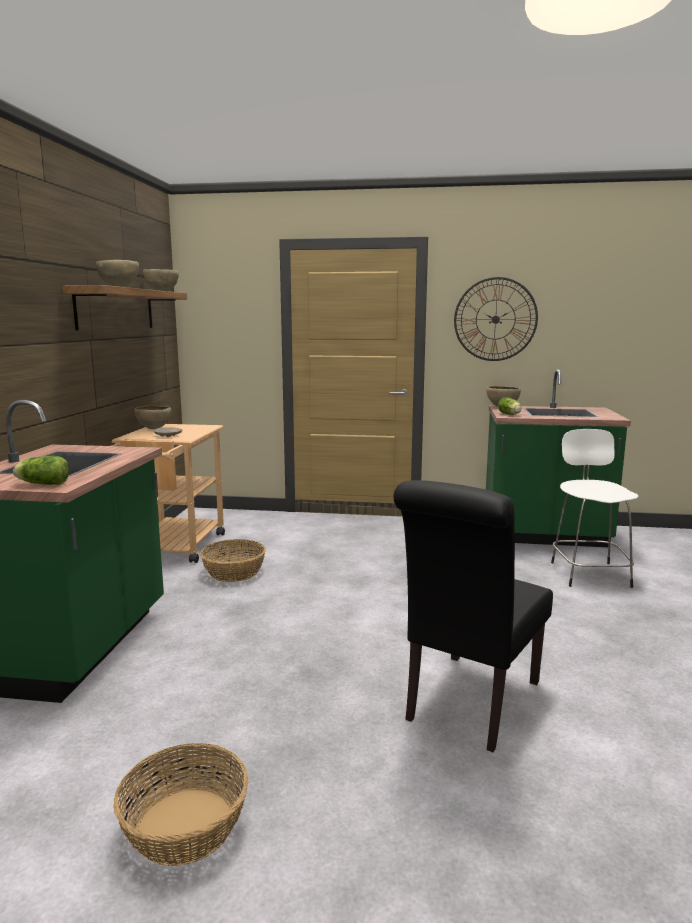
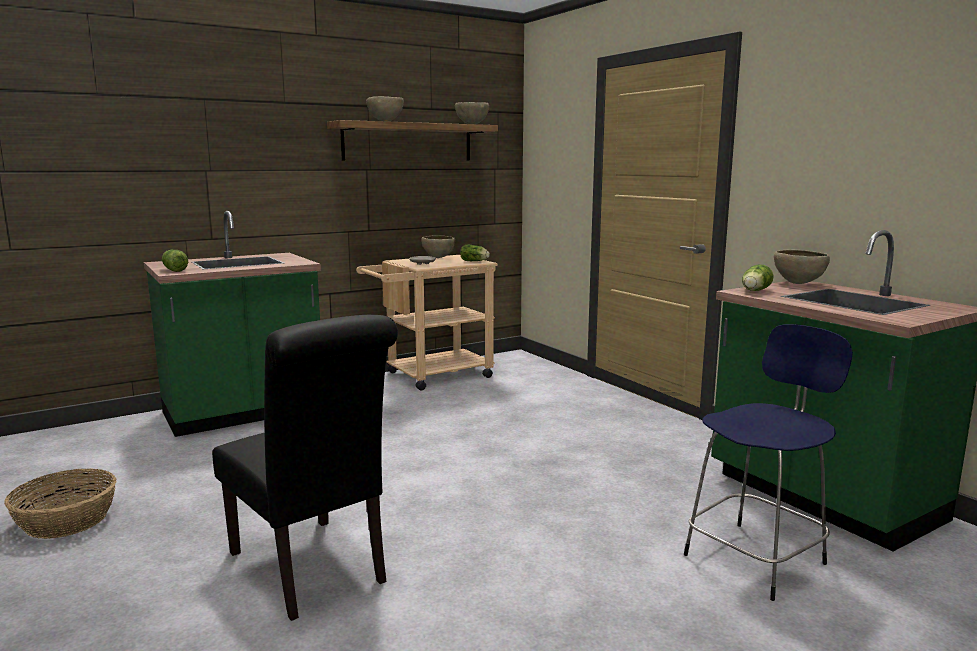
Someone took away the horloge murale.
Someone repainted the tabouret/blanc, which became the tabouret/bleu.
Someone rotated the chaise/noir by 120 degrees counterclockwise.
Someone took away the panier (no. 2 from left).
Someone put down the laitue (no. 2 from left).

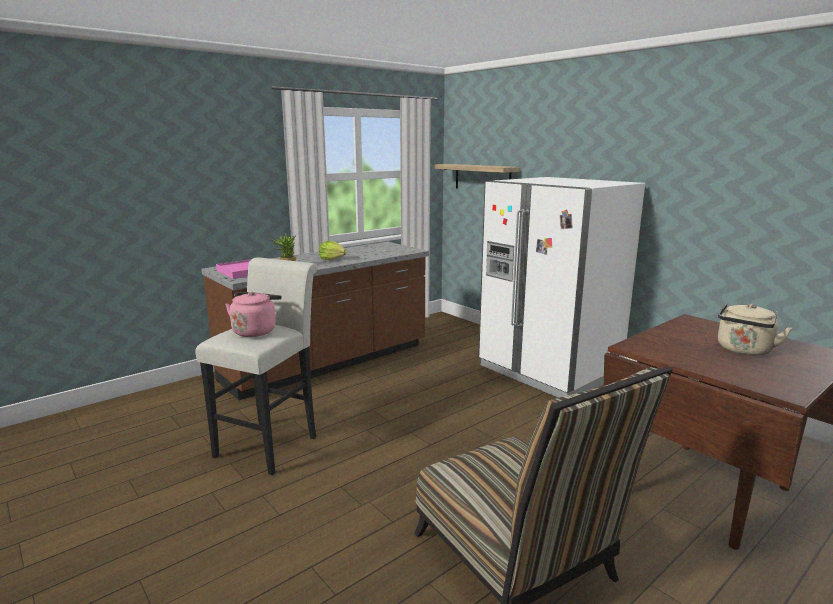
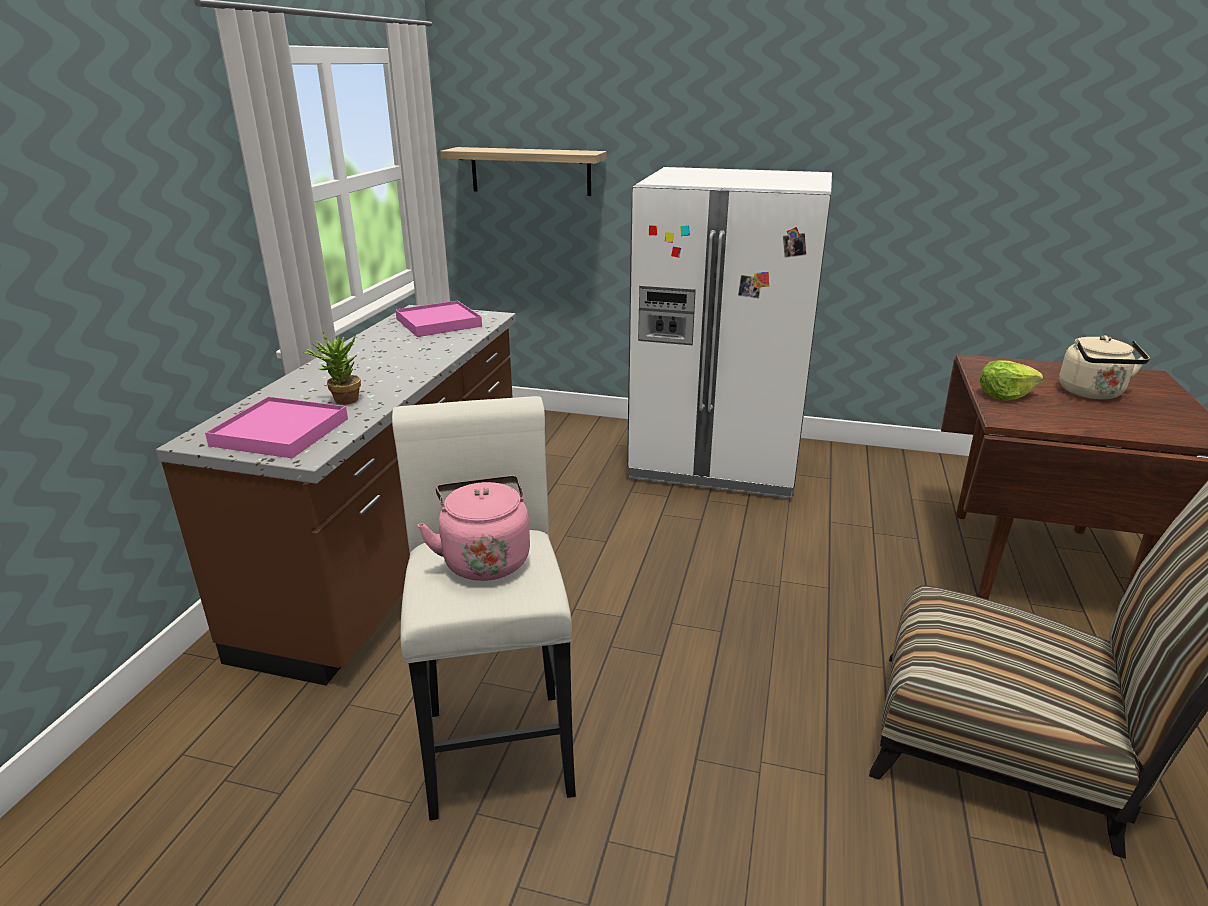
Someone carried the laitue.
Someone put down the plateau/rose (no. 2 from left).

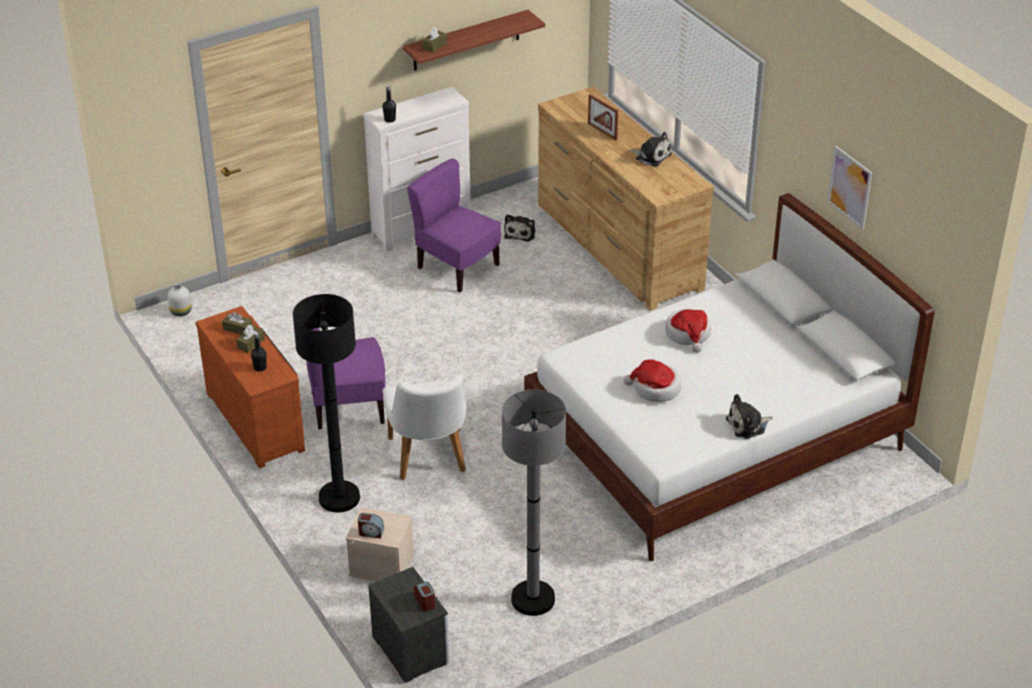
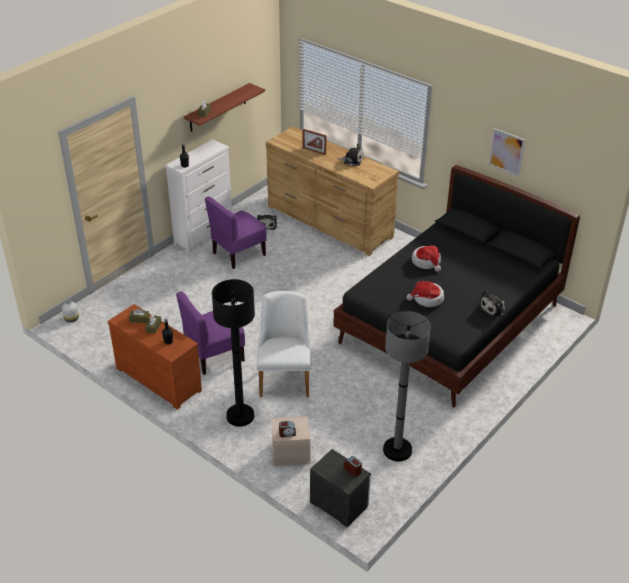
Someone rotated the chaise/violet (no. 2 from left) by 60 degrees counterclockwise.
Someone repainted the lit/blanc, which became the lit/noir.
Someone rotated the chaise/blanc by 150 degrees counterclockwise.

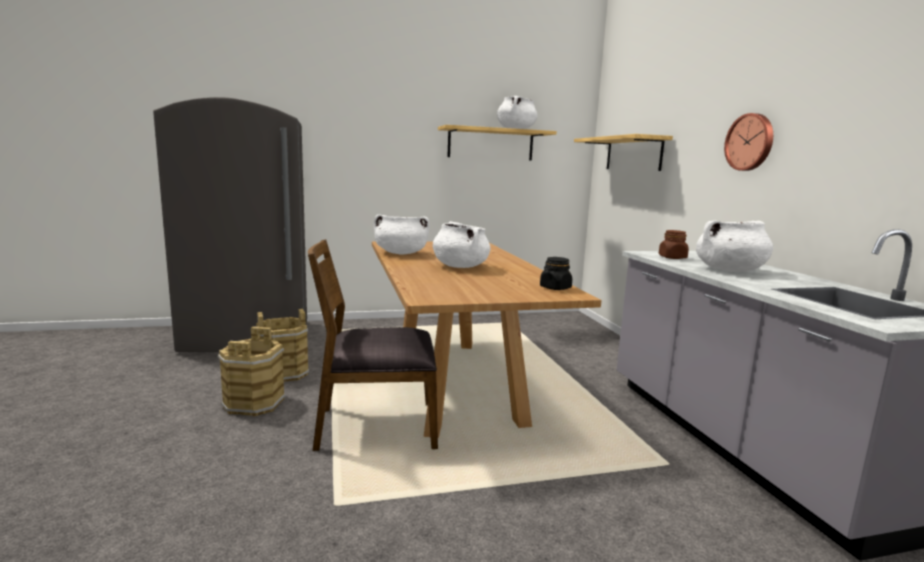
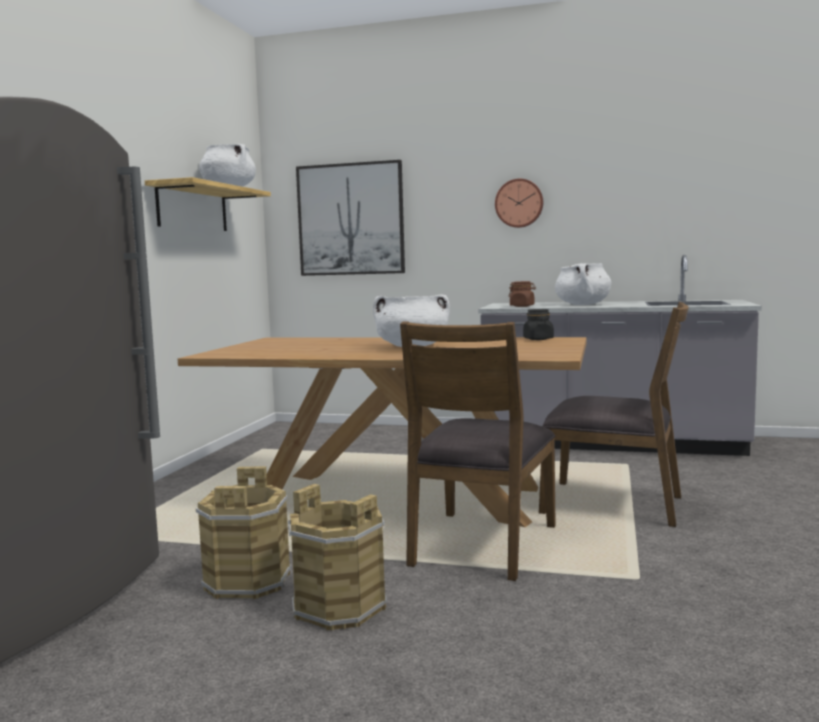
Someone swapped the étagère (no. 2 from left) for the tableau.
Someone took away the marmite/blanc (no. 1 from left).
Someone put down the chaise/marron (no. 2 from left).

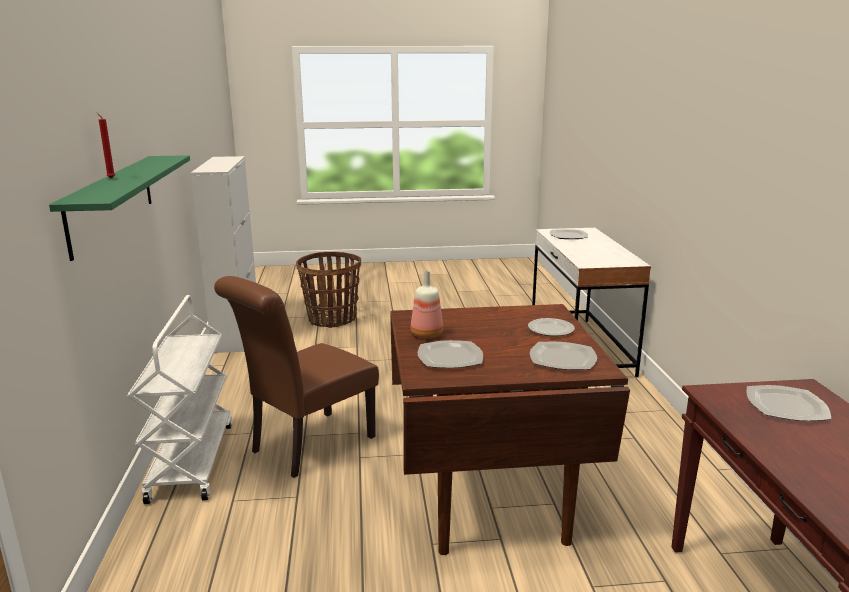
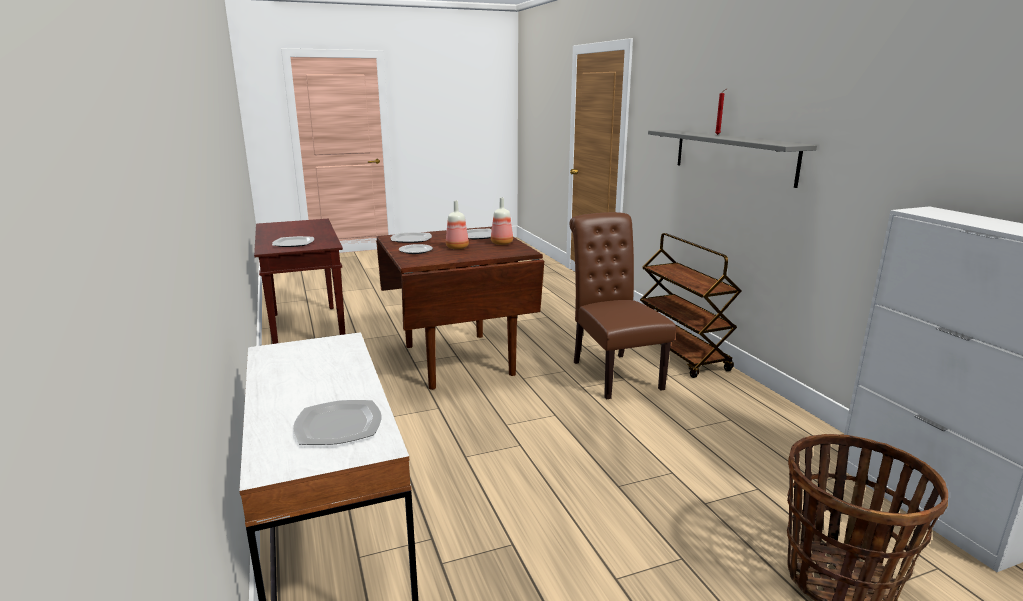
Someone repainted the étagère/vert, which became the étagère/gris.
Someone rotated the chaise/marron by 45 degrees counterclockwise.
Someone repainted the chariot/blanc, which became the chariot/marron.
Someone put down the bouteille (no. 1 from left).

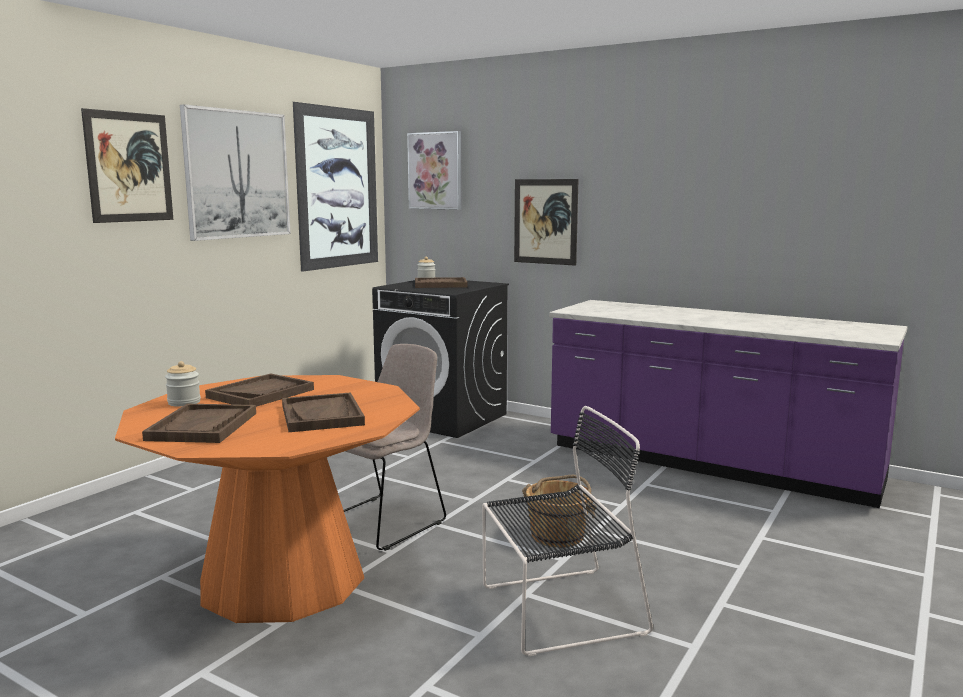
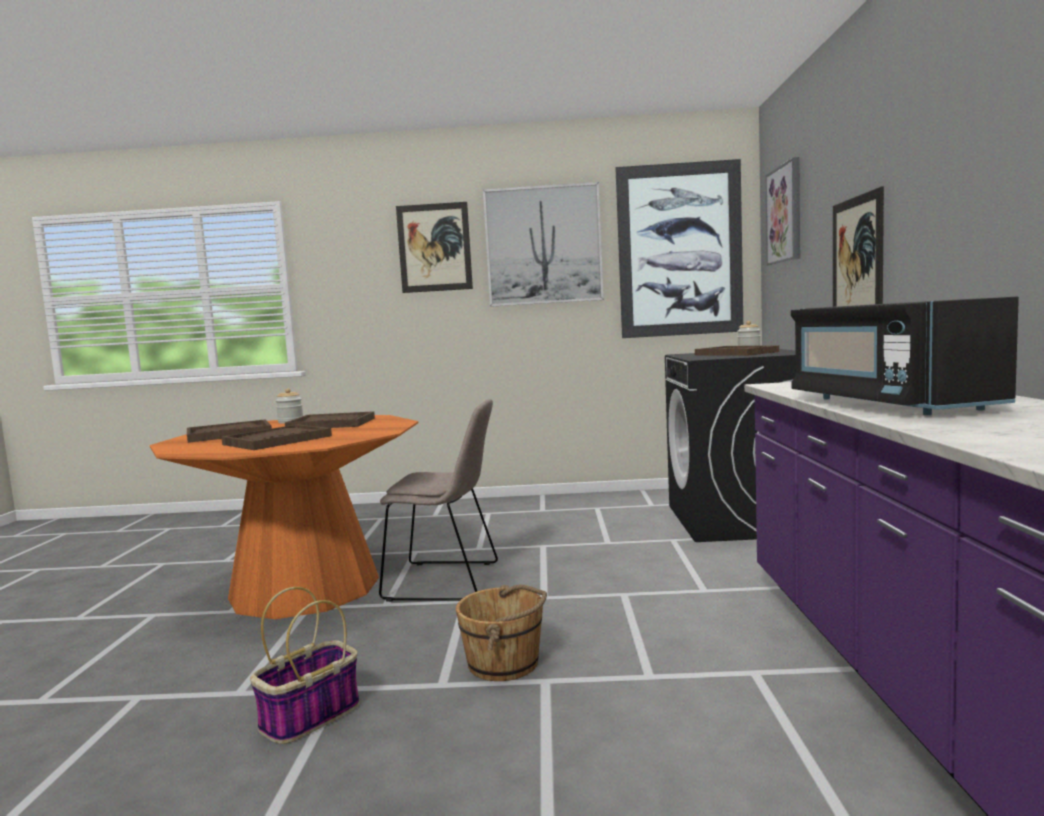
Someone swapped the chaise/noir for the panier.
Someone put down the micro-ondes/noir.

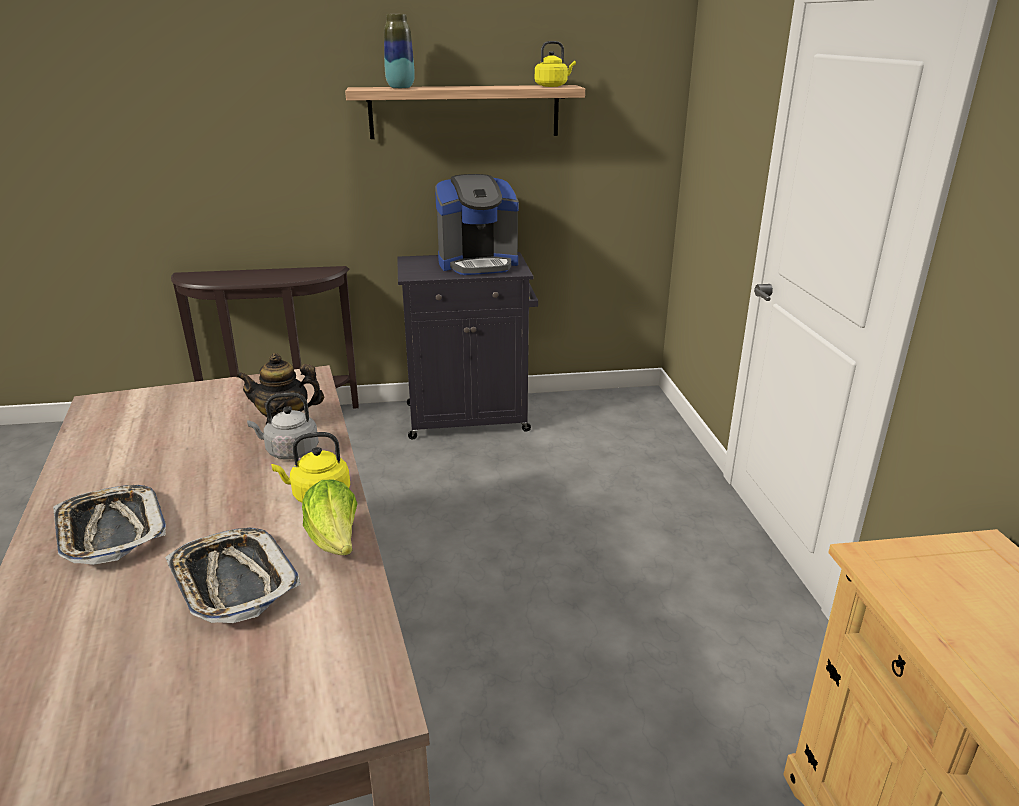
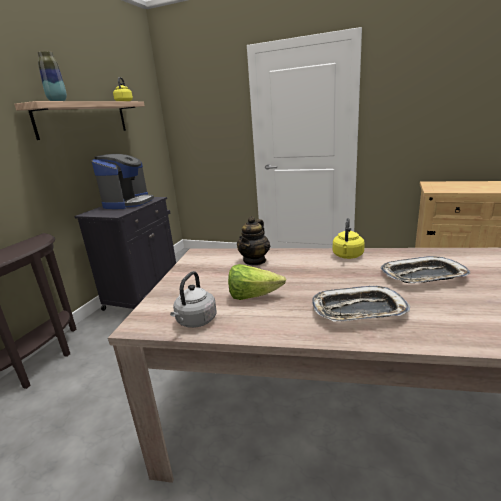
Someone carried the bouilloire/gris.
Someone carried the laitue.

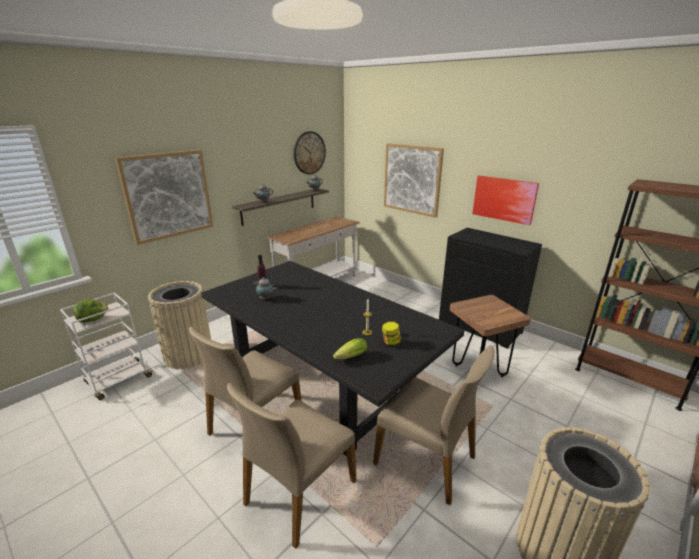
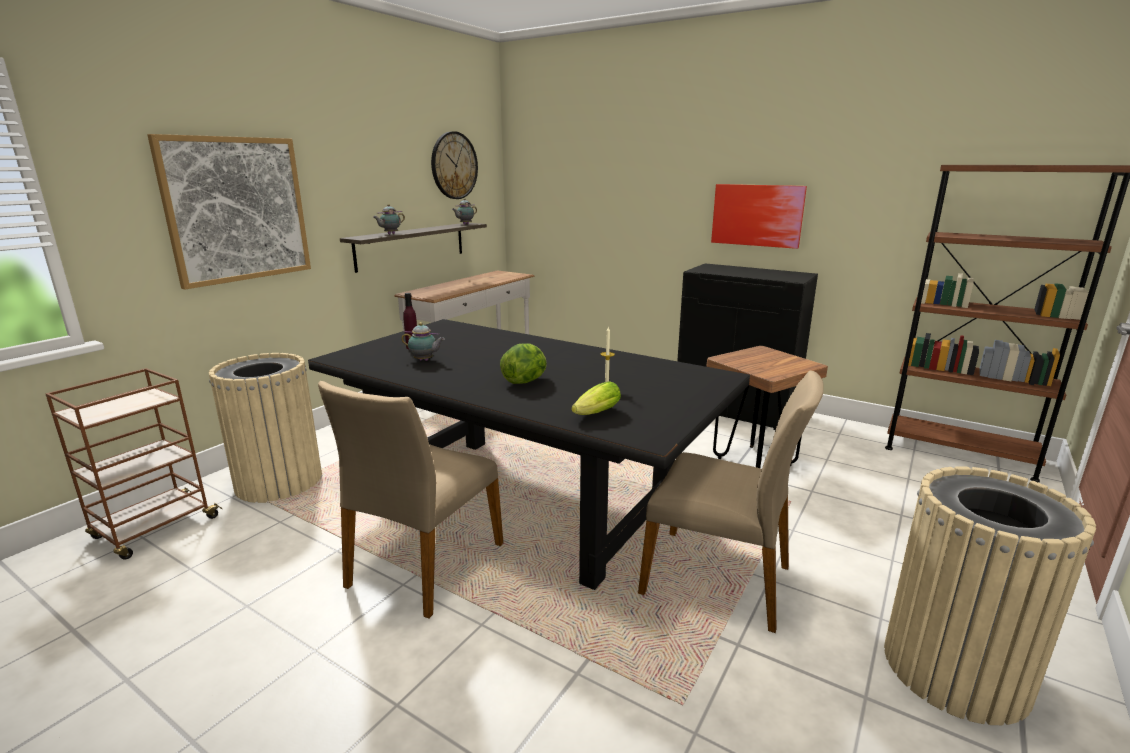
Someone took away the tableau (no. 2 from left).
Someone repainted the chariot/blanc, which became the chariot/marron.
Someone carried the laitue (no. 1 from left).
Someone took away the bocal.
Someone took away the chaise/beige (no. 2 from left).

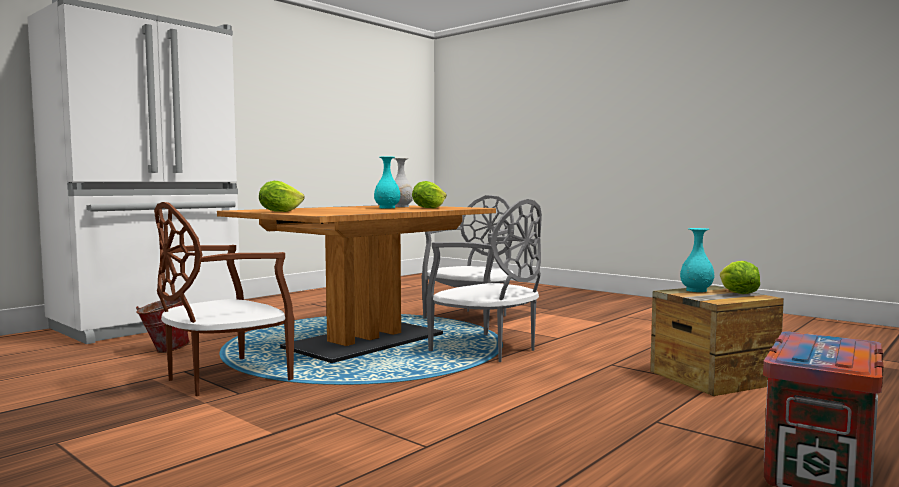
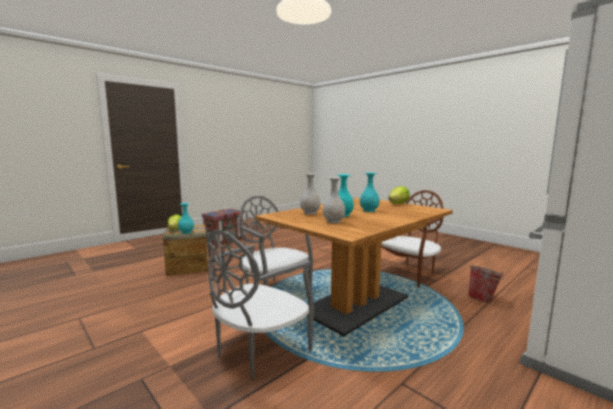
Someone swapped the laitue (no. 2 from left) for the vase/blanc (no. 1 from left).
Someone put down the vase/turquoise (no. 3 from left).

